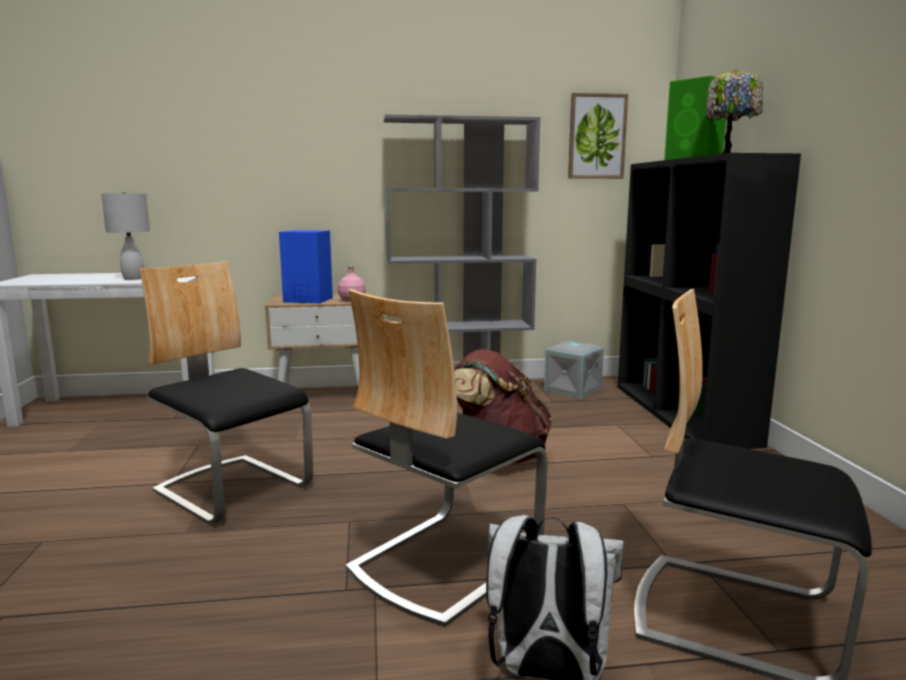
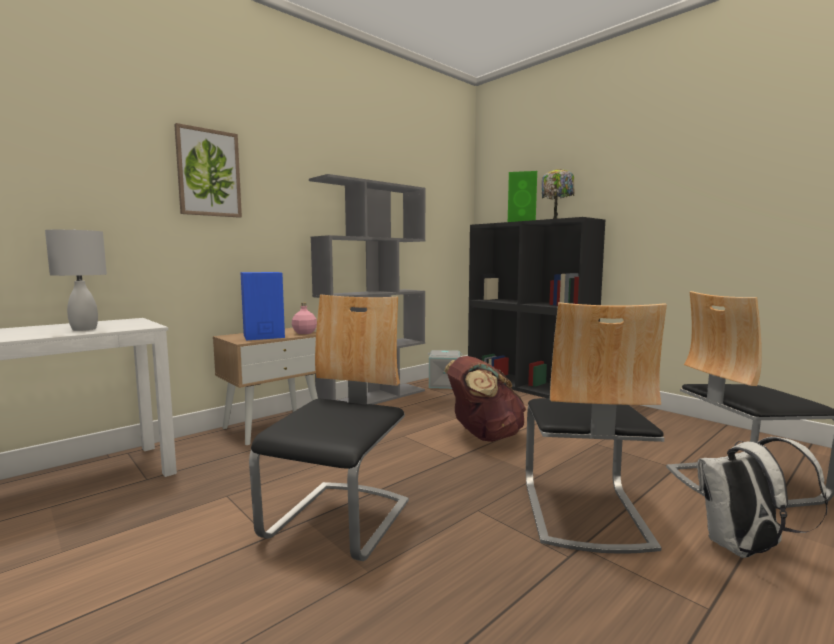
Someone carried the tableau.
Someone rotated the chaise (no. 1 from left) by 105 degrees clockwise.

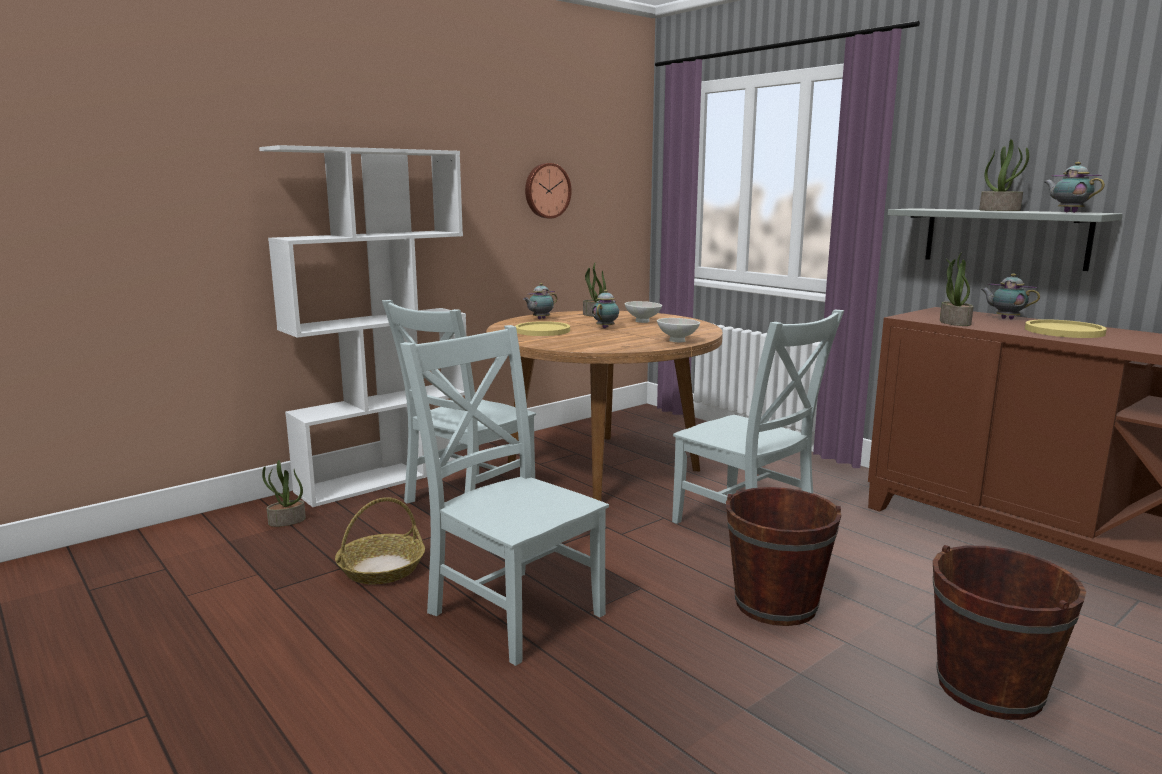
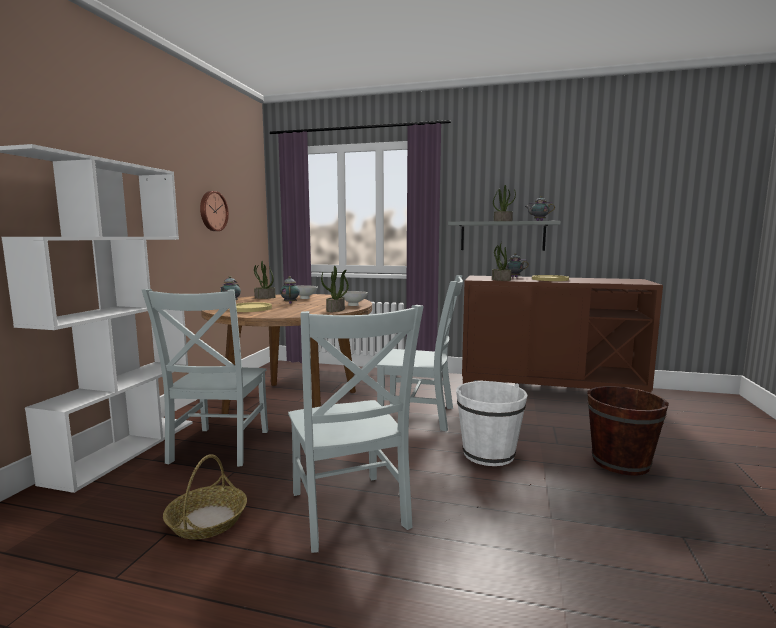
Someone rotated the chaise/gris (no. 2 from left) by 120 degrees counterclockwise.
Someone carried the plante en pot (no. 1 from left in the first image).
Someone repainted the seau/marron (no. 1 from left), which became the seau/blanc.

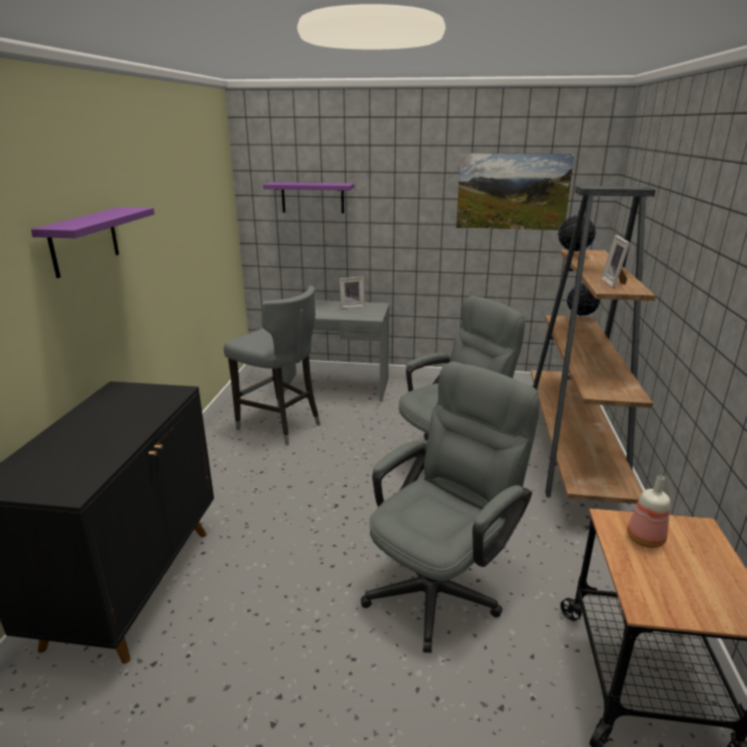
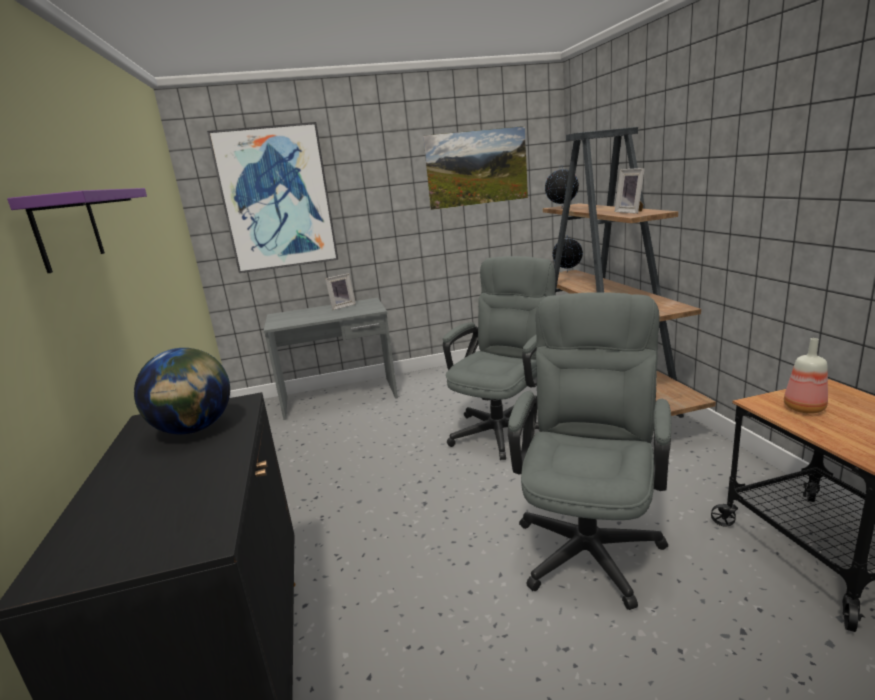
Someone swapped the étagère/violet (no. 2 from left) for the tableau (no. 1 from left).
Someone took away the tabouret/gris.
Someone put down the globe (no. 1 from left).

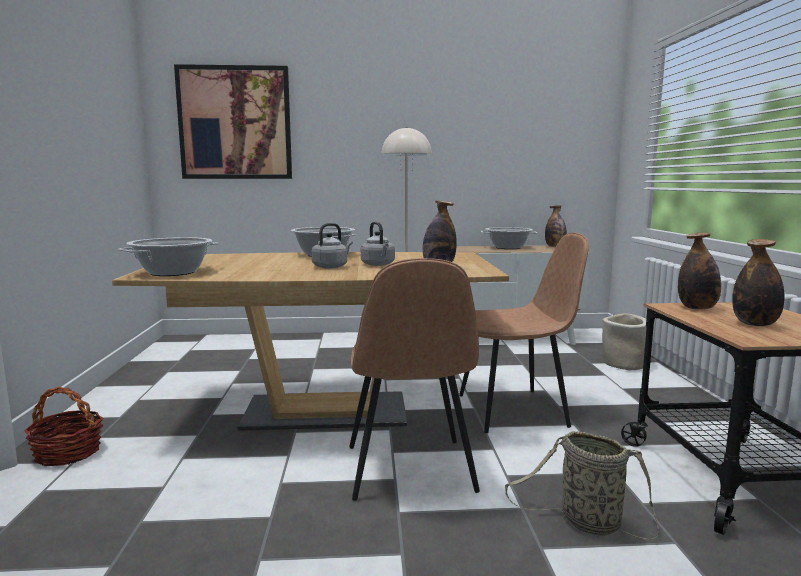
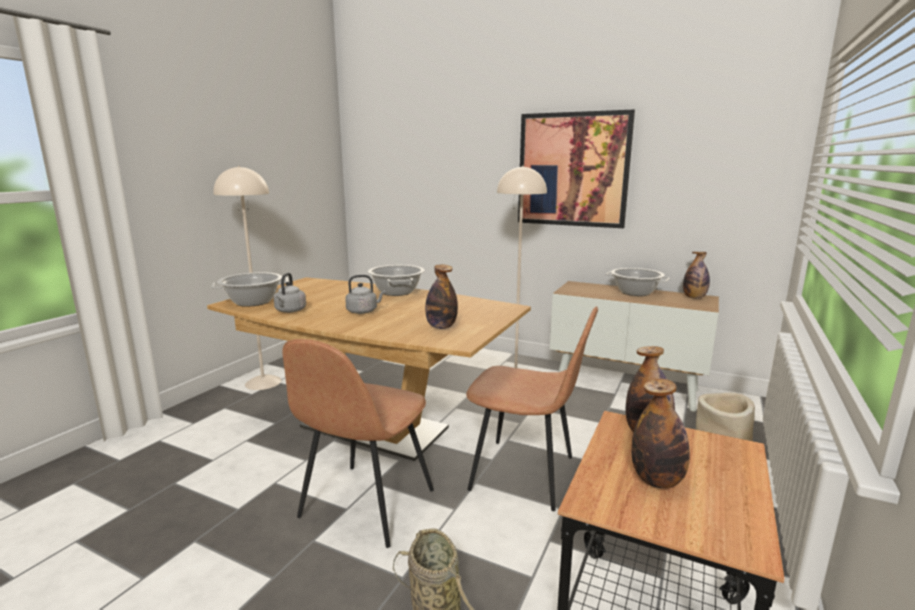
Someone carried the tableau.
Someone carried the bouilloire/gris (no. 2 from left in the first image).
Someone took away the panier (no. 1 from left).
Someone put down the lampadaire/beige (no. 1 from left).

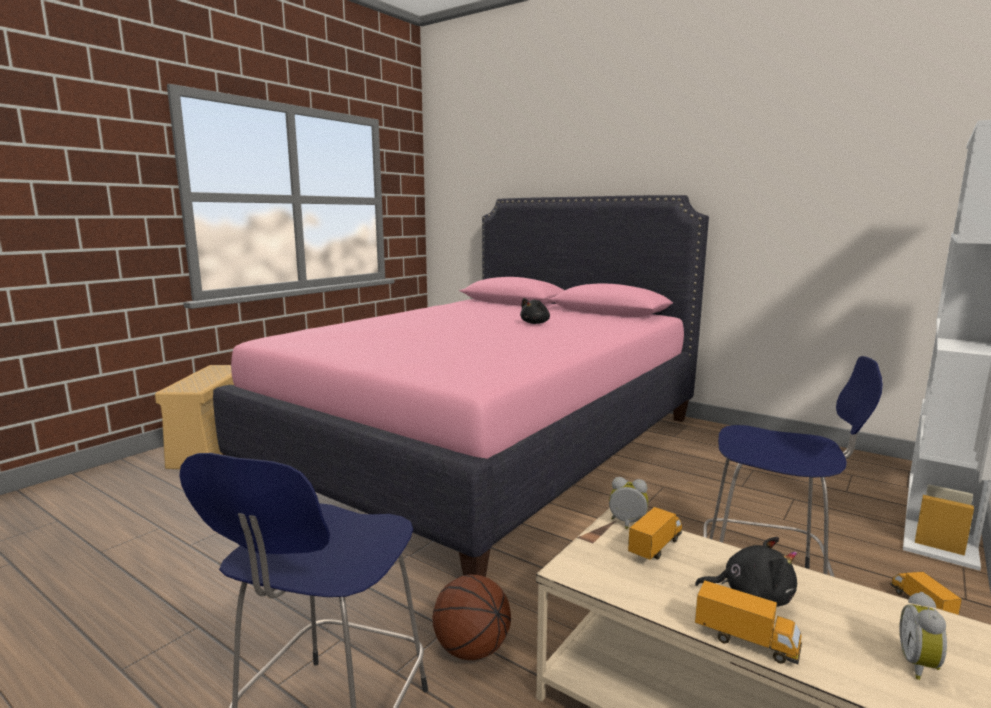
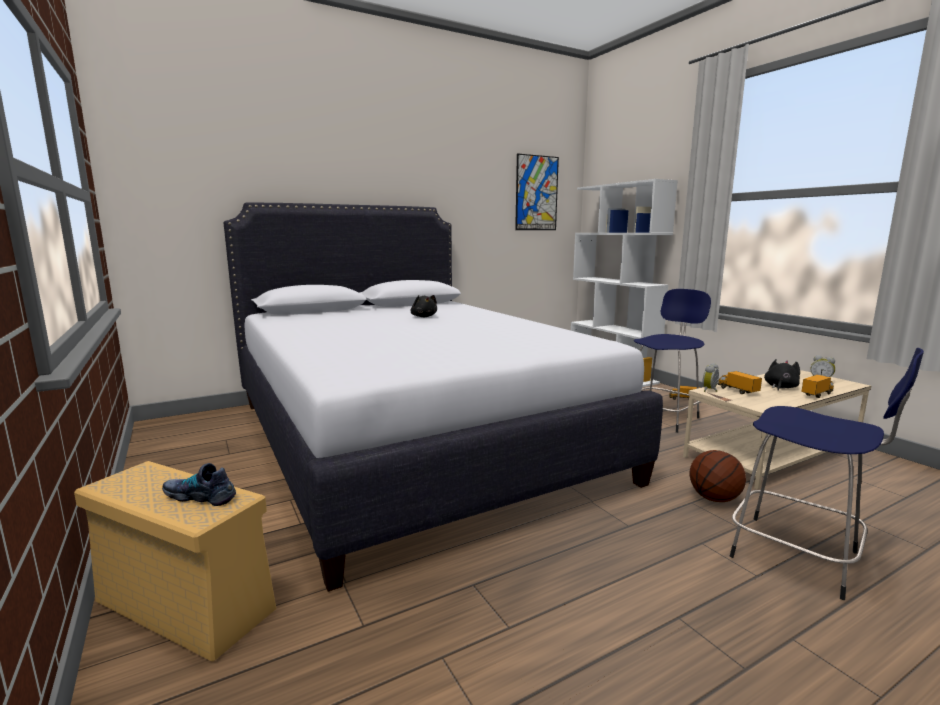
Someone repainted the lit/rose, which became the lit/blanc.
Someone put up the tableau.
Someone put down the chaussure.

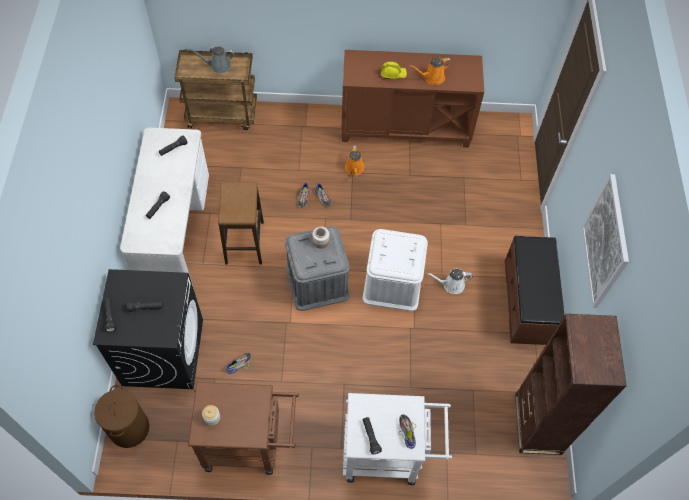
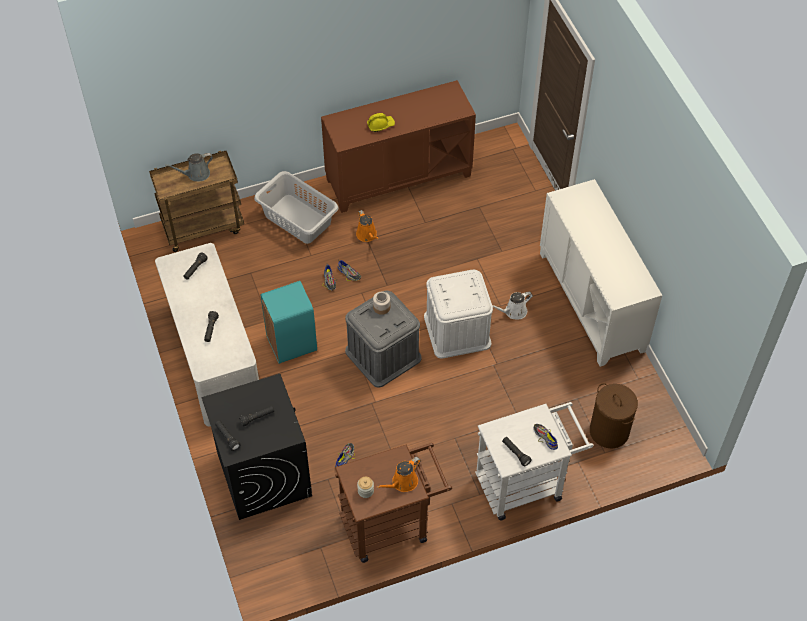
Someone carried the arrosoir/orange (no. 2 from left).
Someone took away the tableau.
Someone swapped the tabouret for the poubelle/turquoise.
Someone swapped the banc/marron for the meuble de rangement/blanc.
Someone took away the bibliothèque/marron.
Someone carried the panier à linge/marron.
Someone put down the panier à linge/gris.

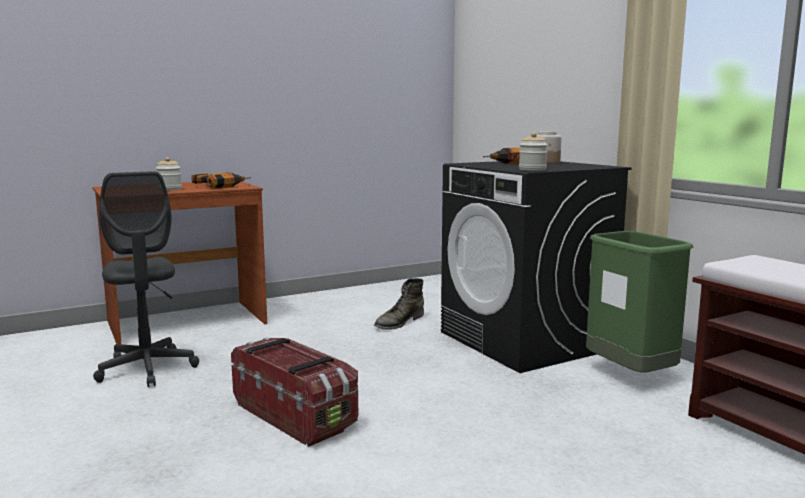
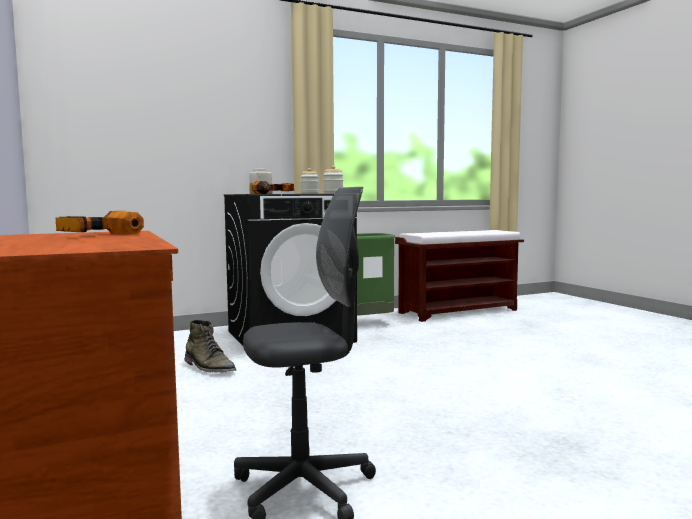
Someone carried the bocal (no. 1 from left in the first image).
Someone took away the boîte de rangement.

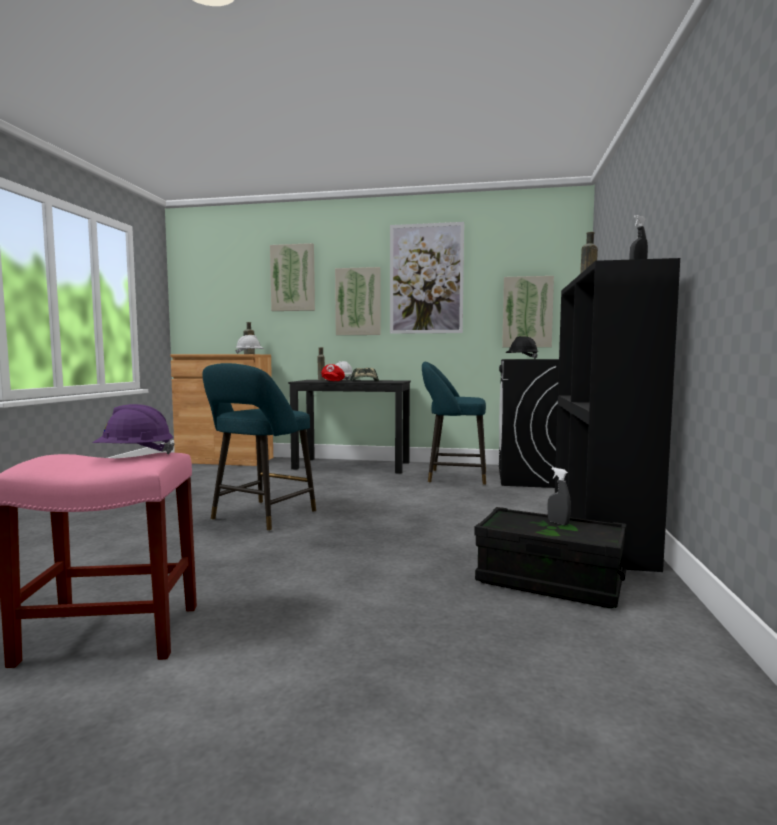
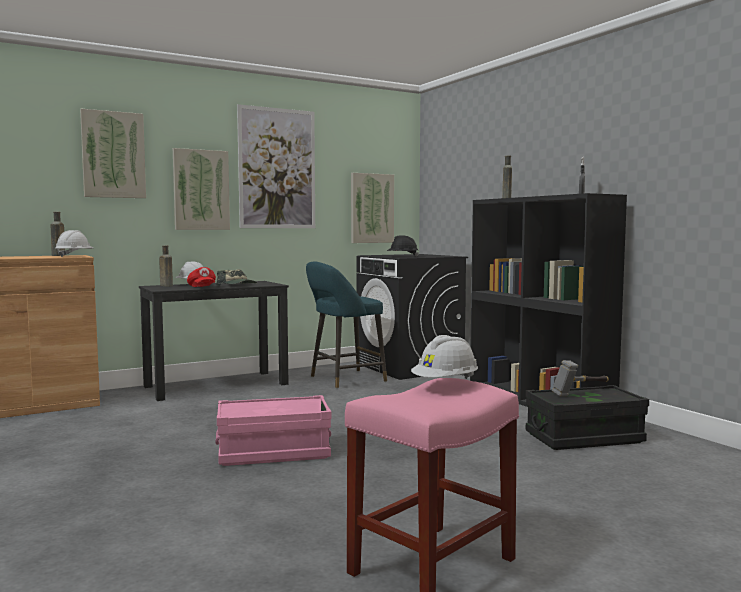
Someone swapped the tabouret/turquoise (no. 1 from left) for the boîte de rangement/rose.
Someone repainted the casque de chantier/violet, which became the casque de chantier/blanc (no. 3 from left).
Someone swapped the vaporisateur/gris (no. 1 from left) for the marteau.

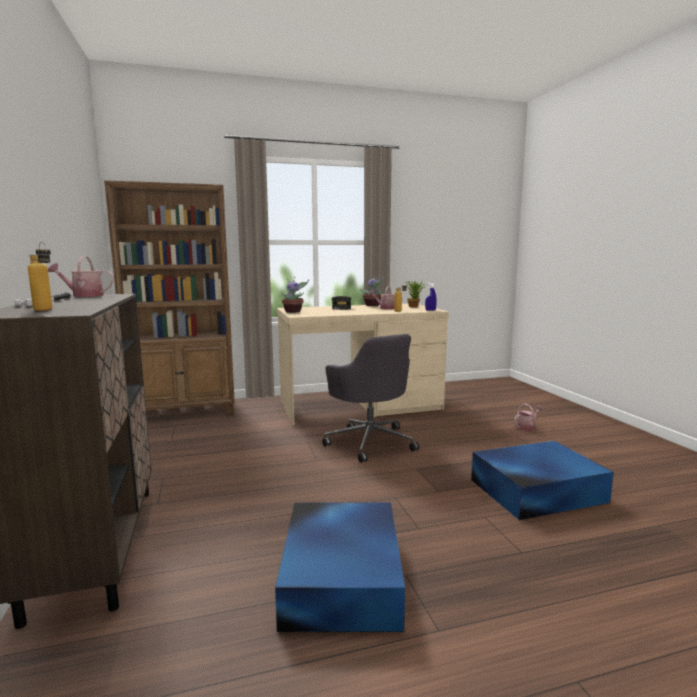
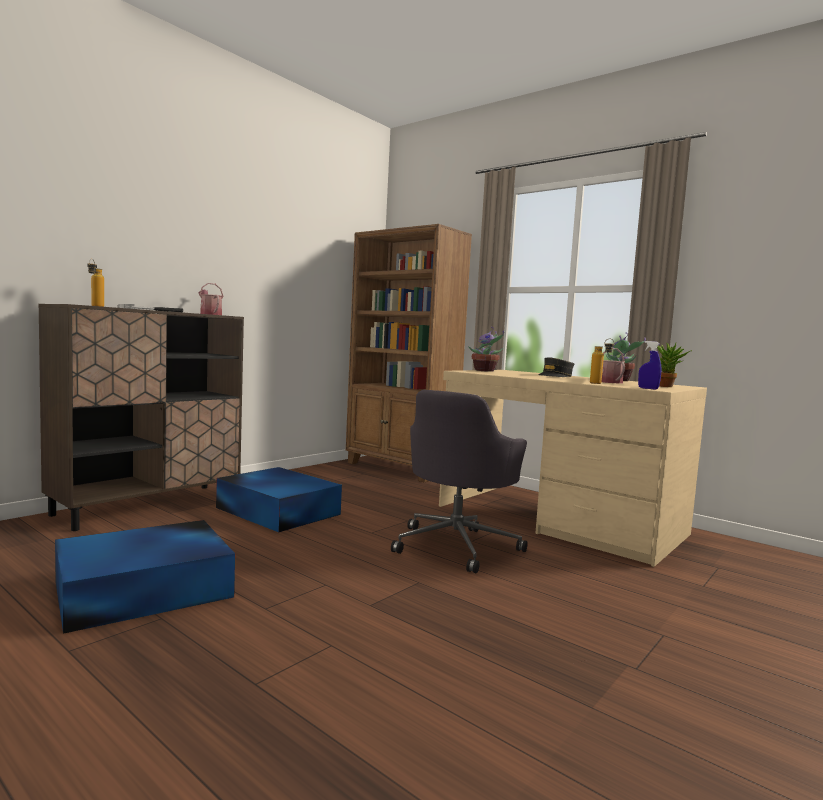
Someone took away the arrosoir (no. 3 from left).
Someone carried the boîte de rangement/bleu (no. 2 from left).

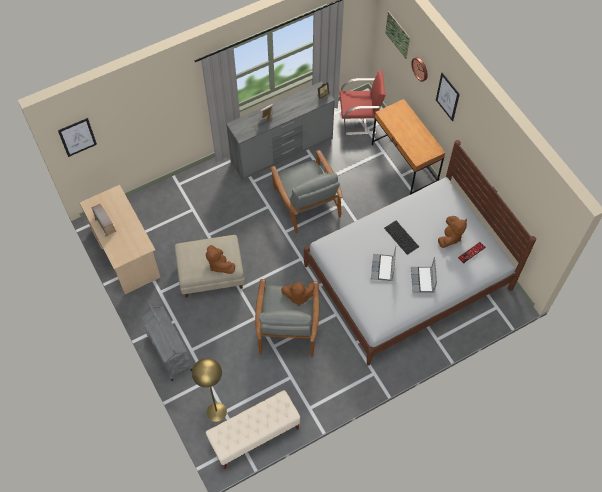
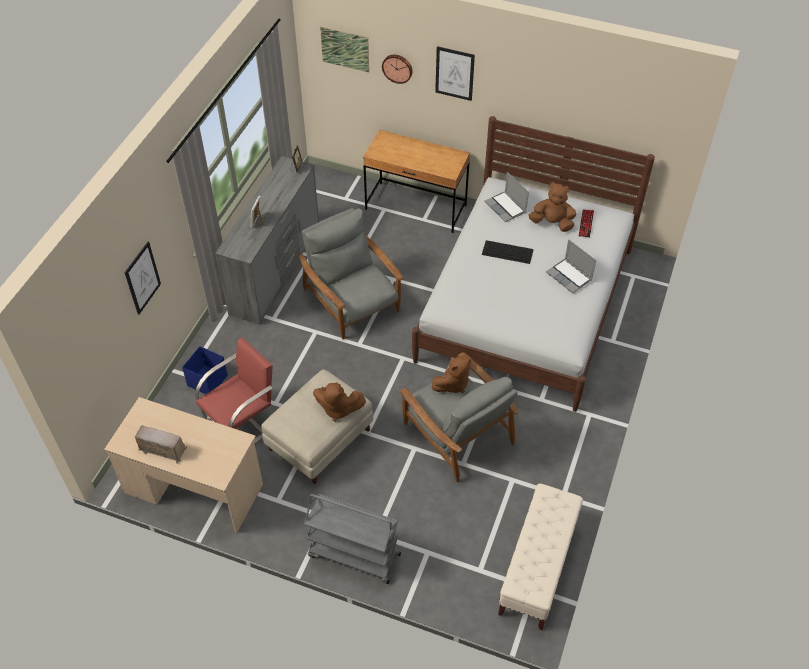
Someone carried the chaise/rouge.
Someone carried the tableau (no. 1 from left).
Someone rotated the fauteuil/gris (no. 2 from left in the first image) by 150 degrees counterclockwise.
Someone rotated the peluche/marron (no. 3 from left) by 60 degrees counterclockwise.
Someone carried the ordinateur portable (no. 1 from left).
Someone took away the lampadaire/jaune.
Someone put down the boîte de rangement/bleu.

